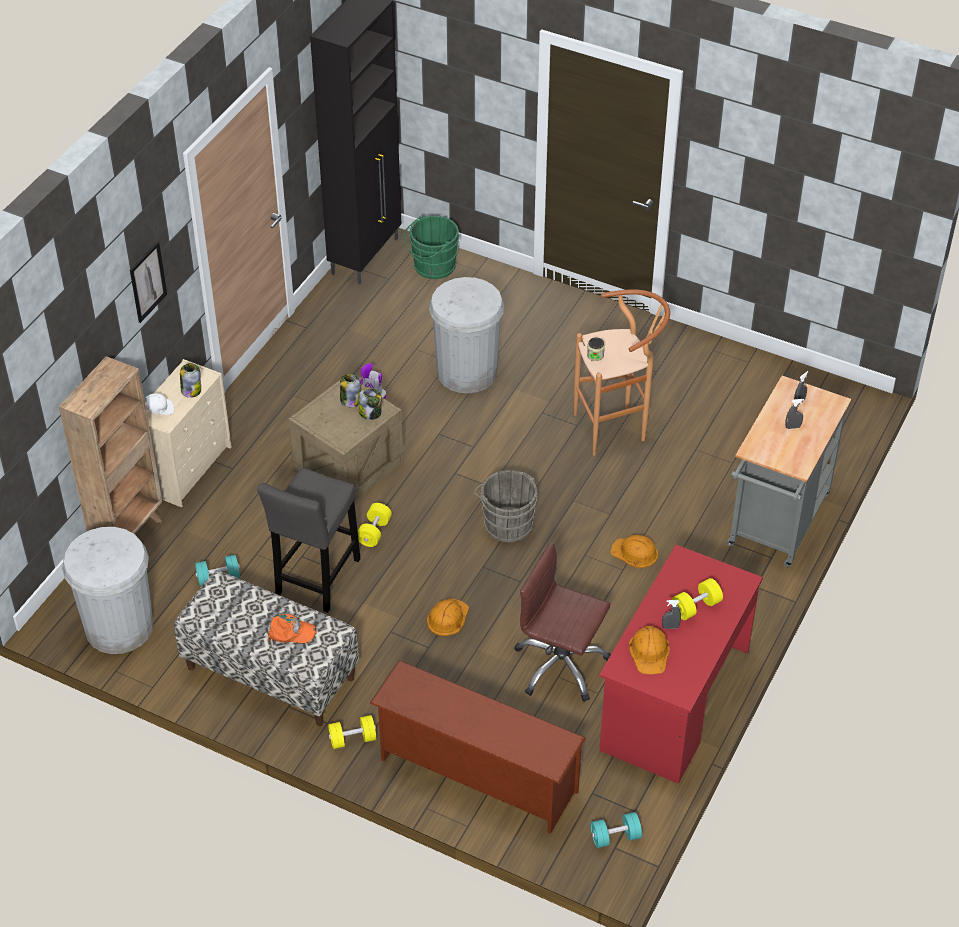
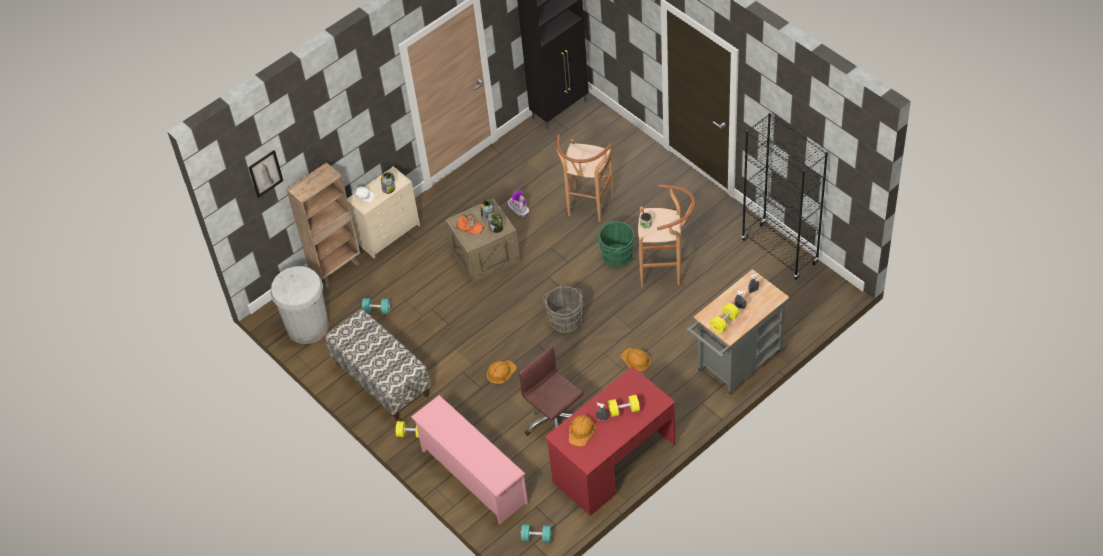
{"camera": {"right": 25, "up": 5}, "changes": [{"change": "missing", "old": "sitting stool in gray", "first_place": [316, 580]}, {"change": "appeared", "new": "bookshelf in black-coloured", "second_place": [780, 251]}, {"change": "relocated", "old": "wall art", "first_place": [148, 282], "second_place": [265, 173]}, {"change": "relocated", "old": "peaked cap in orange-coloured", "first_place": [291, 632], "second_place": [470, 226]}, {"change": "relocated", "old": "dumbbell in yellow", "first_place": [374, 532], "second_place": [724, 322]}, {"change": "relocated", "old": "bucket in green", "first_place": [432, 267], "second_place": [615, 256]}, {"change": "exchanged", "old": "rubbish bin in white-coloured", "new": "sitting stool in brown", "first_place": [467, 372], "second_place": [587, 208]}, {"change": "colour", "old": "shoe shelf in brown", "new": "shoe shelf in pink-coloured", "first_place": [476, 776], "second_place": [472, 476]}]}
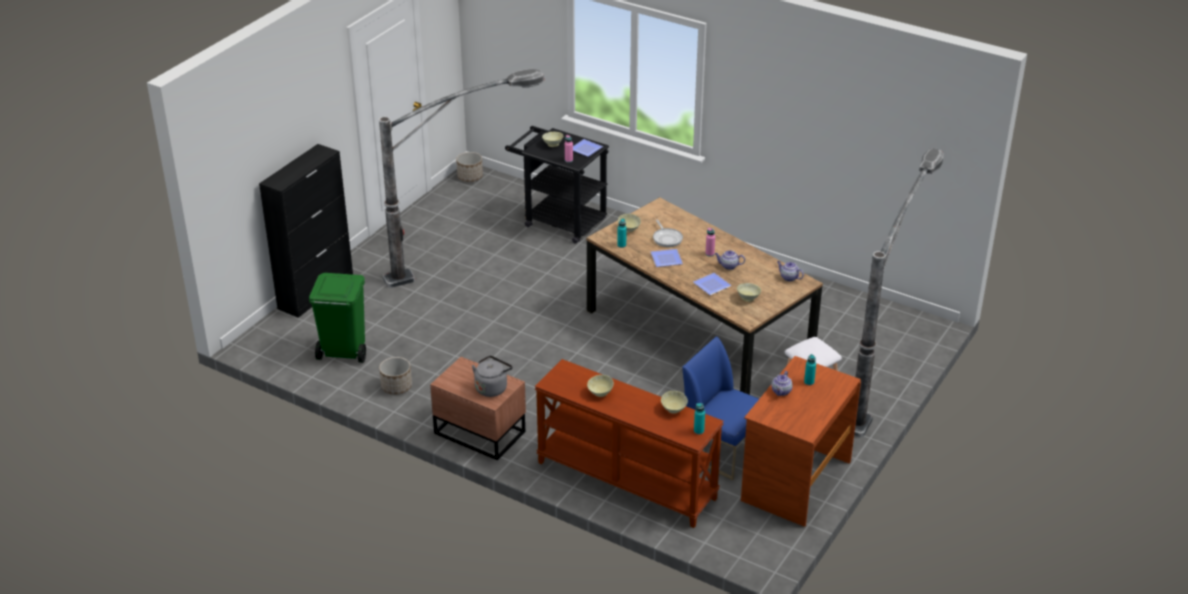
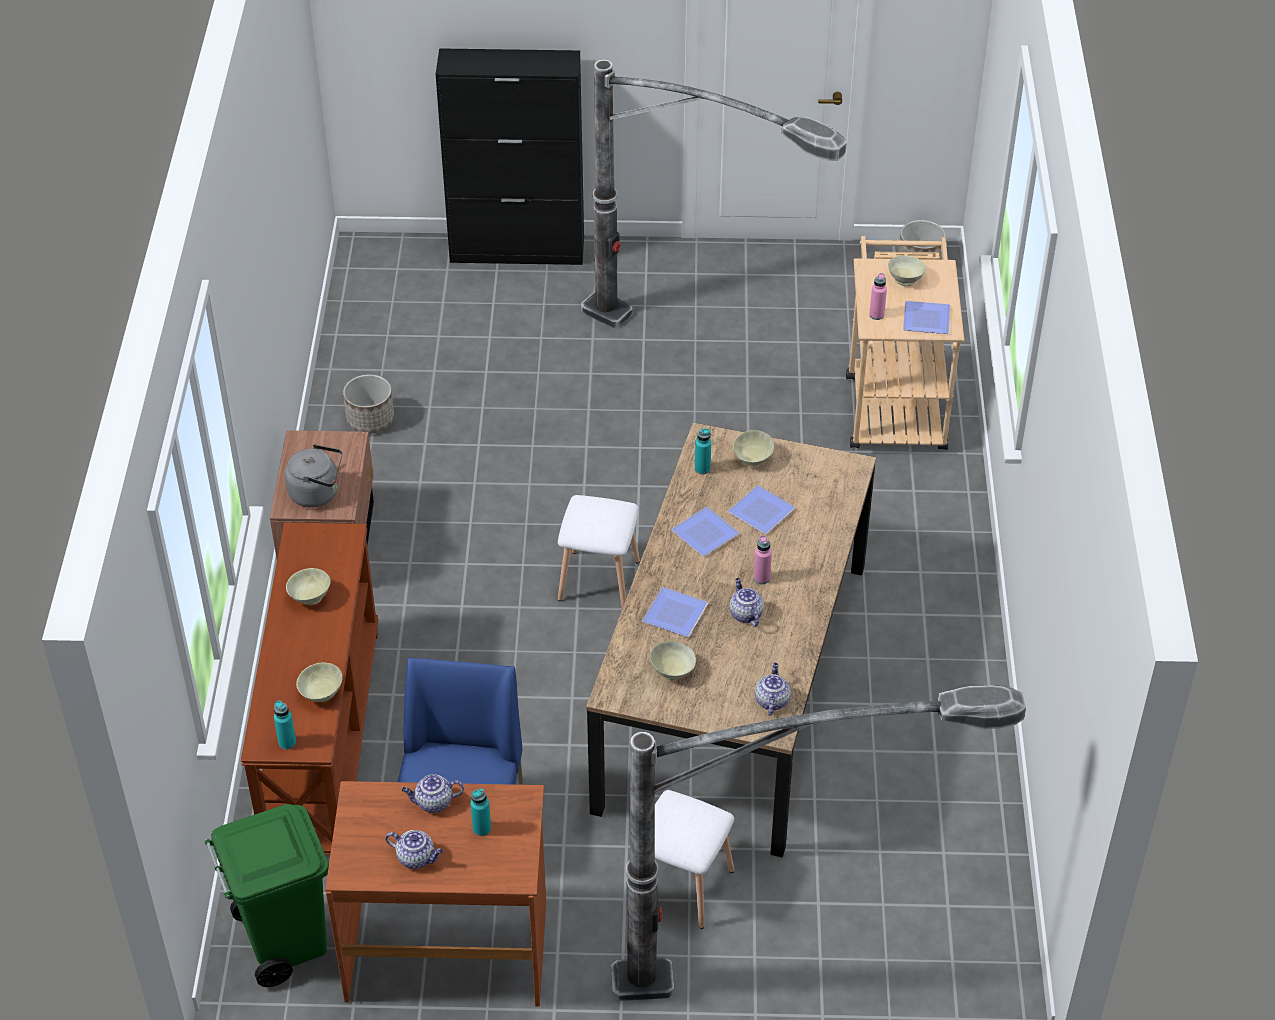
{"camera": {"right": 60, "up": 10}, "changes": [{"change": "appeared", "new": "tea pot", "second_place": [417, 858]}, {"change": "appeared", "new": "sitting stool in white-coloured", "second_place": [598, 579]}, {"change": "relocated", "old": "rubbish bin in green", "first_place": [343, 352], "second_place": [283, 940]}, {"change": "exchanged", "old": "frying pan", "new": "plate", "first_place": [667, 238], "second_place": [764, 512]}, {"change": "colour", "old": "trolley in black-coloured", "new": "trolley in beige-coloured", "first_place": [559, 220], "second_place": [894, 403]}]}
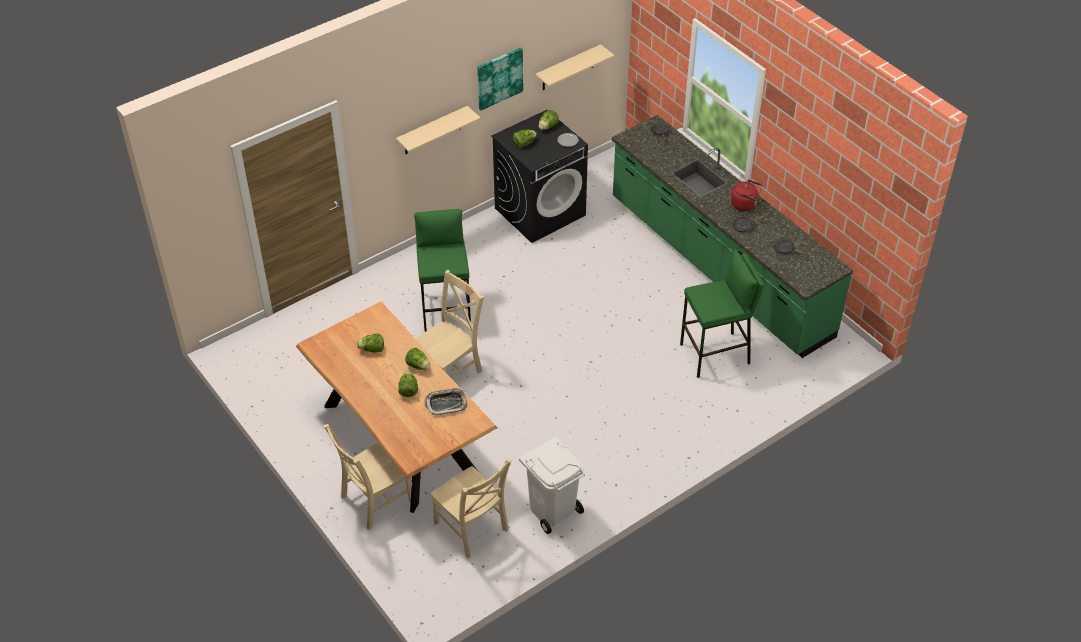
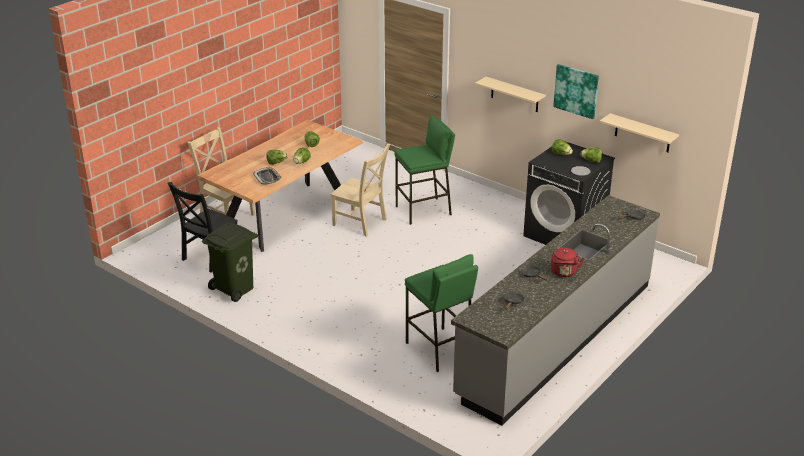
{"camera": {"right": 75, "up": -15}, "changes": [{"change": "colour", "old": "plain chair in beige-coloured", "new": "plain chair in black-coloured", "first_place": [472, 529], "second_place": [209, 257]}, {"change": "colour", "old": "rubbish bin in white-coloured", "new": "rubbish bin in green", "first_place": [553, 510], "second_place": [235, 289]}, {"change": "colour", "old": "counter in green", "new": "counter in gray", "first_place": [718, 267], "second_place": [556, 338]}]}
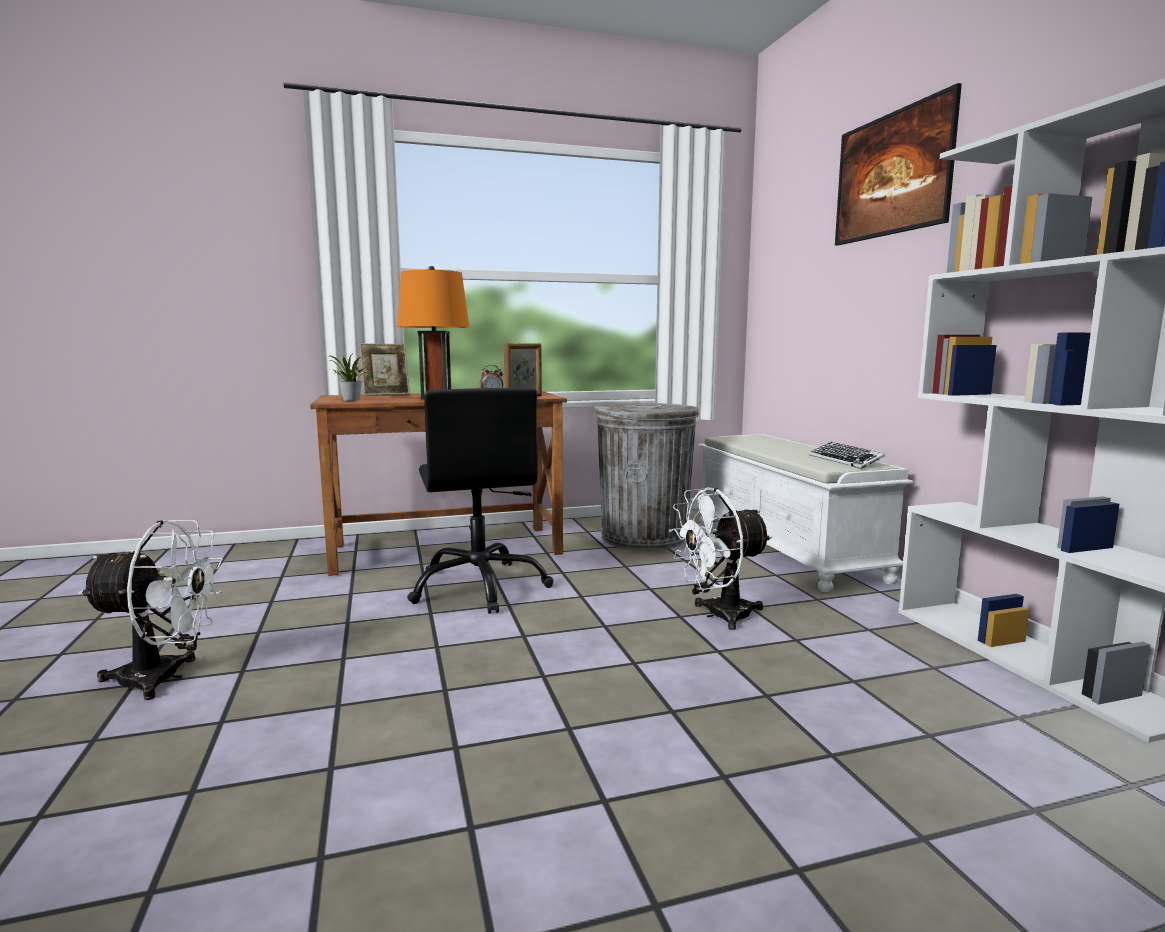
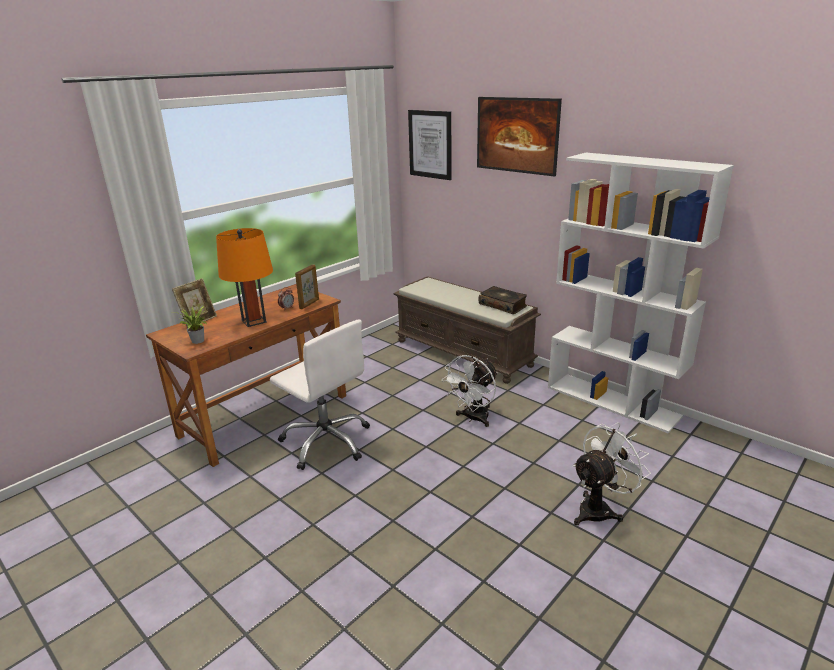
{"camera": {"right": -30, "up": 15}, "changes": [{"change": "missing", "old": "rubbish bin in gray", "first_place": [644, 537]}, {"change": "appeared", "new": "wall art", "second_place": [430, 144]}, {"change": "relocated", "old": "electric fan in white-coloured", "first_place": [165, 678], "second_place": [600, 509]}, {"change": "exchanged", "old": "computer keyboard", "new": "volume", "first_place": [845, 461], "second_place": [503, 305]}, {"change": "colour", "old": "desk chair in black-coloured", "new": "desk chair in white-coloured", "first_place": [480, 586], "second_place": [326, 441]}, {"change": "colour", "old": "long seat in white-coloured", "new": "long seat in brown", "first_place": [786, 549], "second_place": [464, 353]}]}
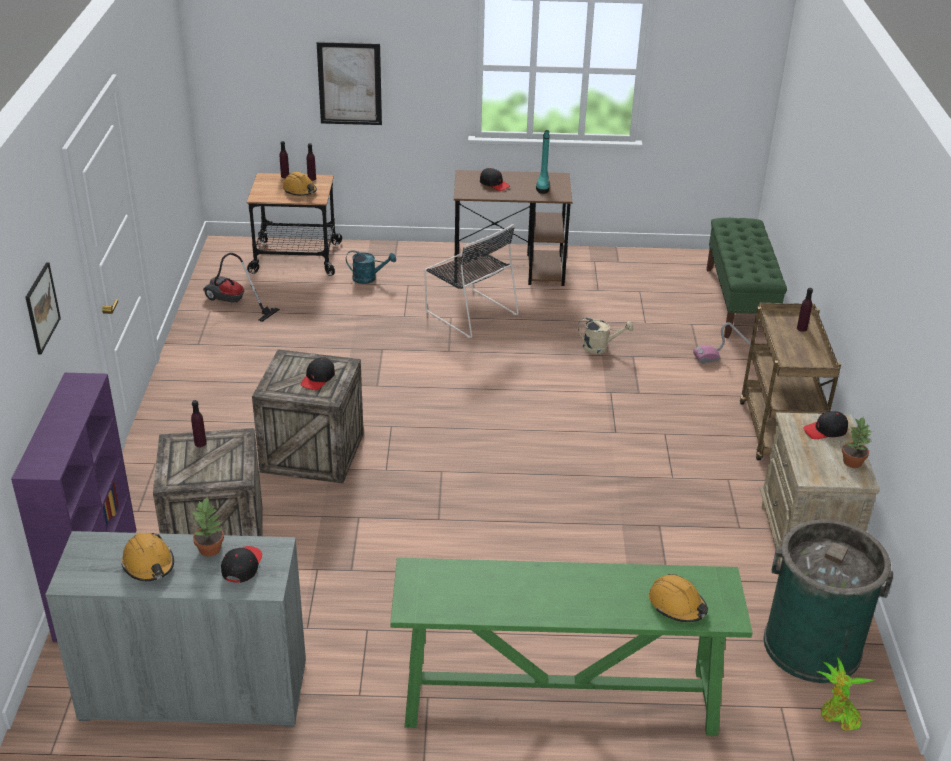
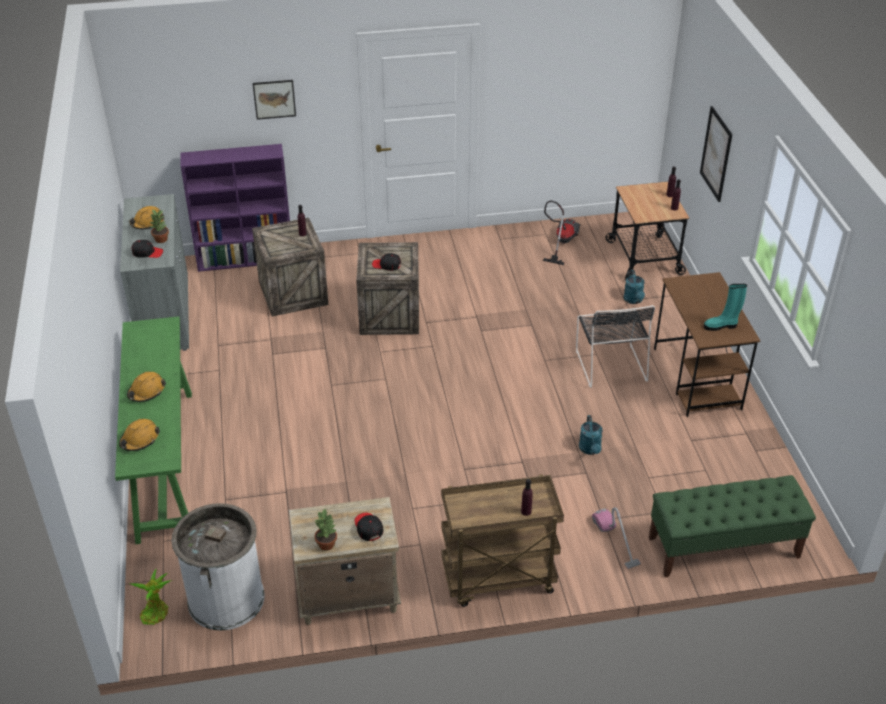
{"camera": {"right": 80, "up": 5}, "changes": [{"change": "missing", "old": "peaked cap in black-coloured", "first_place": [494, 184]}, {"change": "relocated", "old": "safety helmet in orange-coloured", "first_place": [300, 191], "second_place": [146, 391]}, {"change": "colour", "old": "watering can in beige-coloured", "new": "watering can in turquoise-coloured", "first_place": [600, 347], "second_place": [590, 450]}, {"change": "colour", "old": "rubbish bin in green", "new": "rubbish bin in white-coloured", "first_place": [812, 645], "second_place": [226, 598]}, {"change": "spun", "old": "plain chair in black-coloured", "first_place": [469, 312], "second_place": [610, 363], "degrees": -45}]}
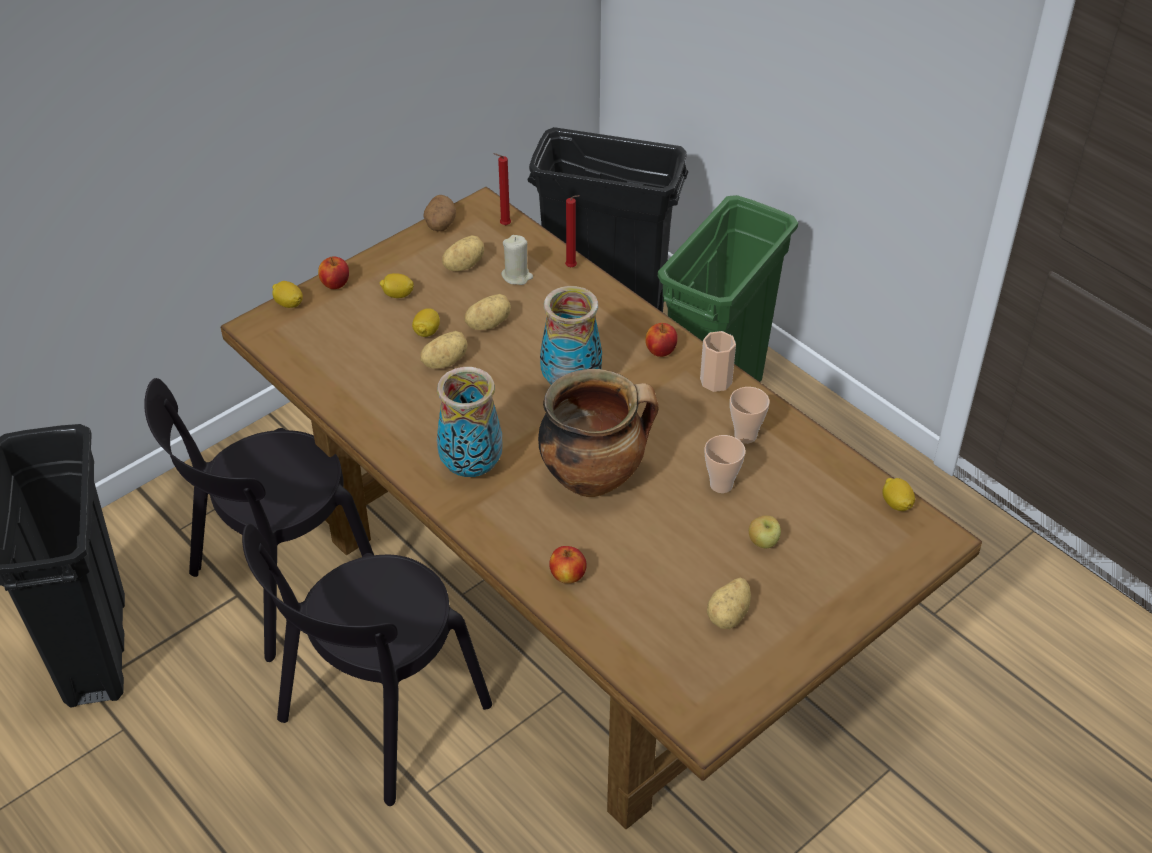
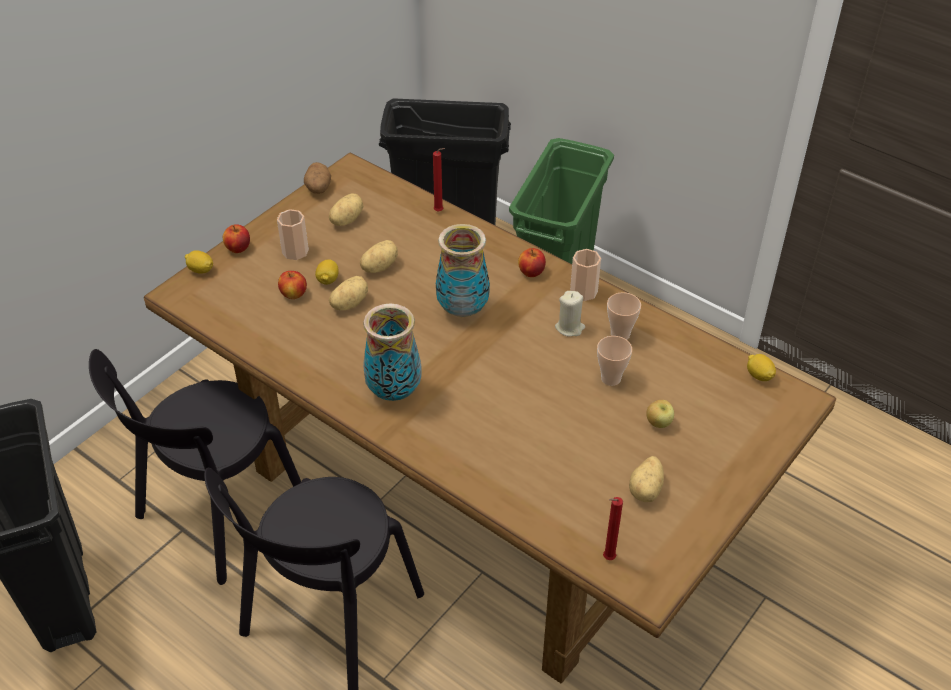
{"camera": {"right": -10, "up": 0}, "changes": [{"change": "missing", "old": "saucepot", "first_place": [594, 477]}, {"change": "relocated", "old": "wax light in red-coloured", "first_place": [503, 225], "second_place": [607, 558]}, {"change": "relocated", "old": "wax light in beige-coloured", "first_place": [517, 276], "second_place": [570, 327]}, {"change": "relocated", "old": "apple", "first_place": [568, 576], "second_place": [294, 294]}, {"change": "exchanged", "old": "citrus fruit", "new": "small cup", "first_place": [398, 295], "second_place": [295, 251]}]}
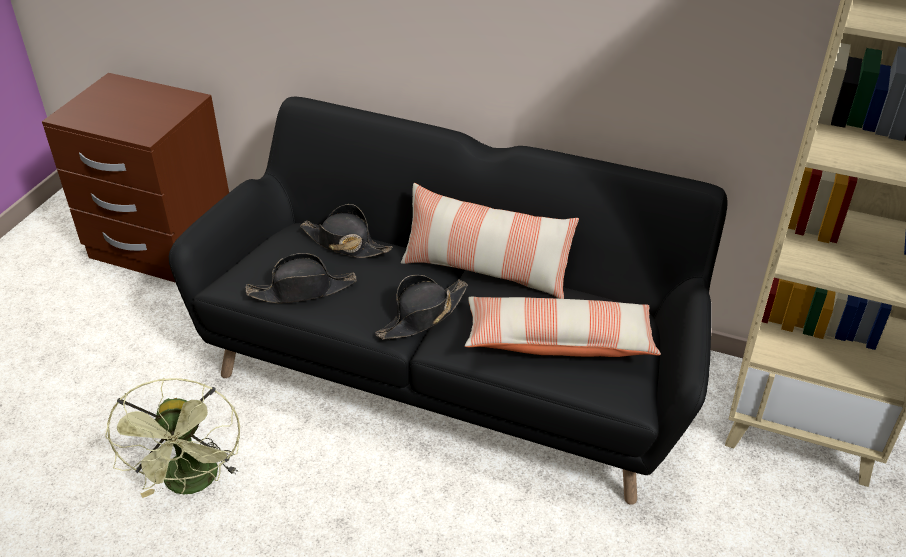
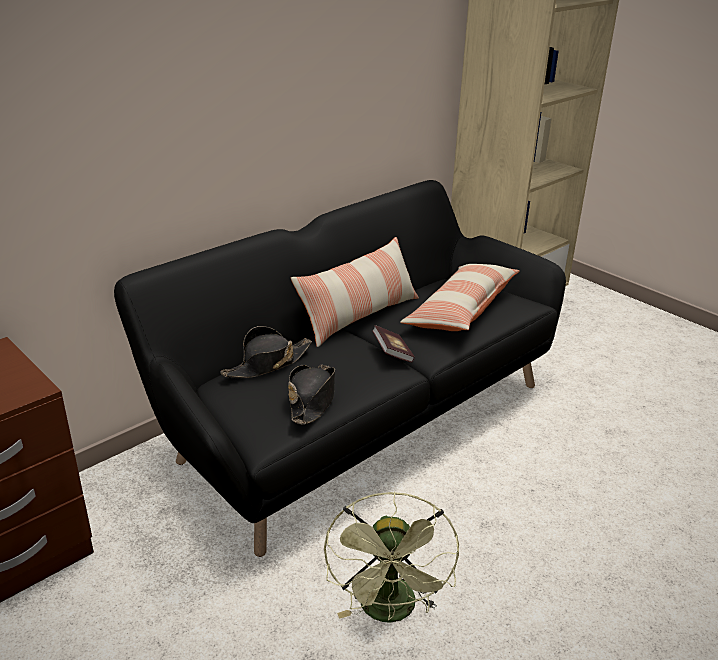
{"camera": {"right": -65, "up": -10}, "changes": [{"change": "exchanged", "old": "clothing hat in black-coloured", "new": "volume", "first_place": [422, 316], "second_place": [392, 353]}, {"change": "spun", "old": "electric fan in green", "first_place": [193, 483], "second_place": [390, 612], "degrees": 75}]}
